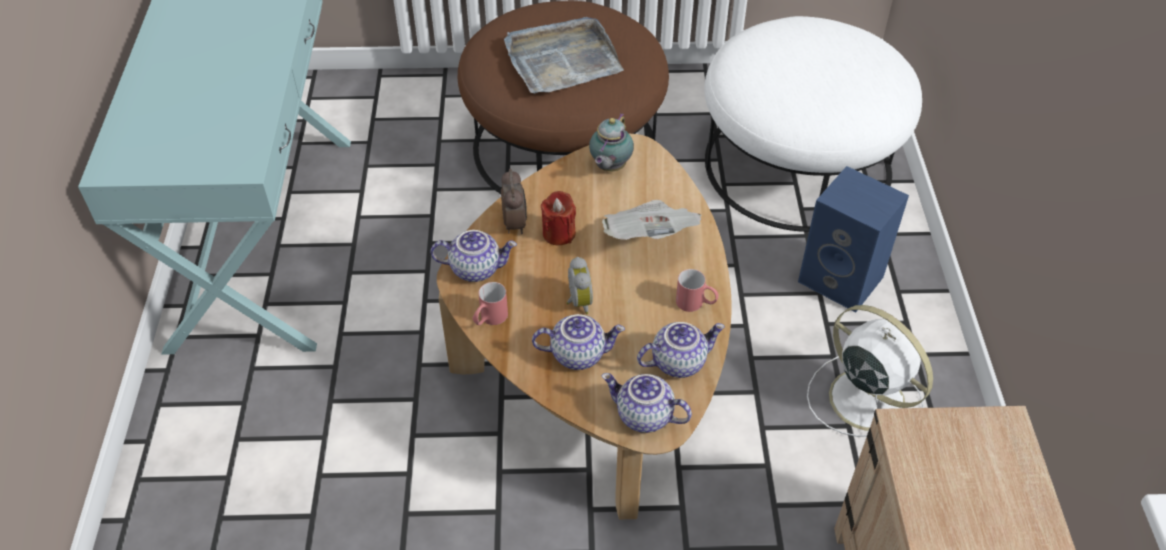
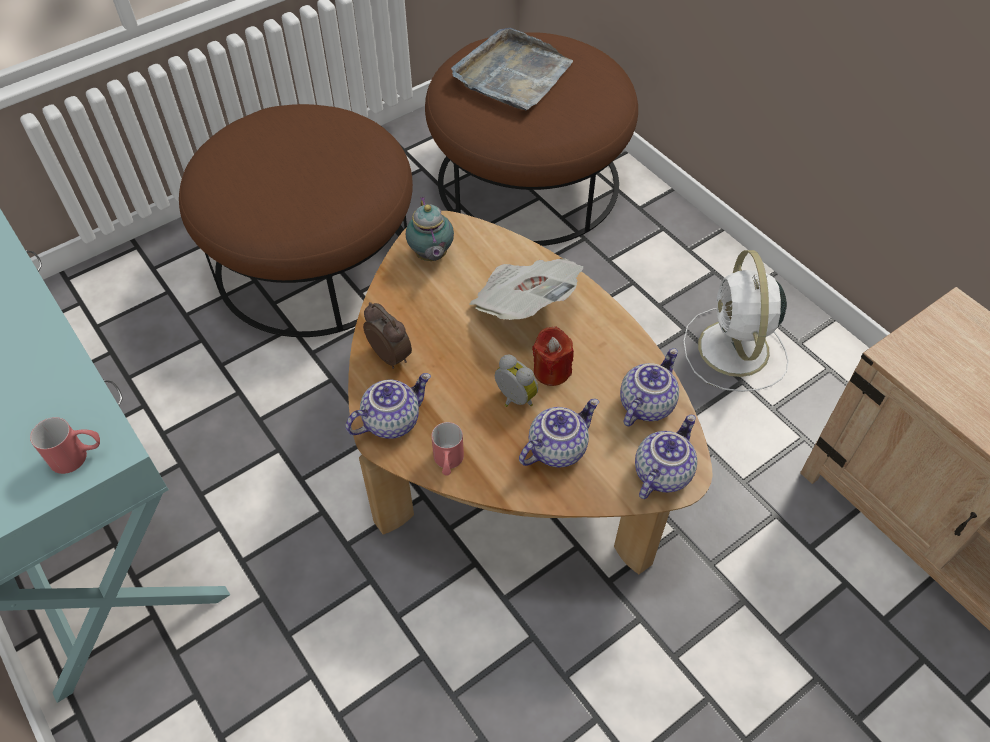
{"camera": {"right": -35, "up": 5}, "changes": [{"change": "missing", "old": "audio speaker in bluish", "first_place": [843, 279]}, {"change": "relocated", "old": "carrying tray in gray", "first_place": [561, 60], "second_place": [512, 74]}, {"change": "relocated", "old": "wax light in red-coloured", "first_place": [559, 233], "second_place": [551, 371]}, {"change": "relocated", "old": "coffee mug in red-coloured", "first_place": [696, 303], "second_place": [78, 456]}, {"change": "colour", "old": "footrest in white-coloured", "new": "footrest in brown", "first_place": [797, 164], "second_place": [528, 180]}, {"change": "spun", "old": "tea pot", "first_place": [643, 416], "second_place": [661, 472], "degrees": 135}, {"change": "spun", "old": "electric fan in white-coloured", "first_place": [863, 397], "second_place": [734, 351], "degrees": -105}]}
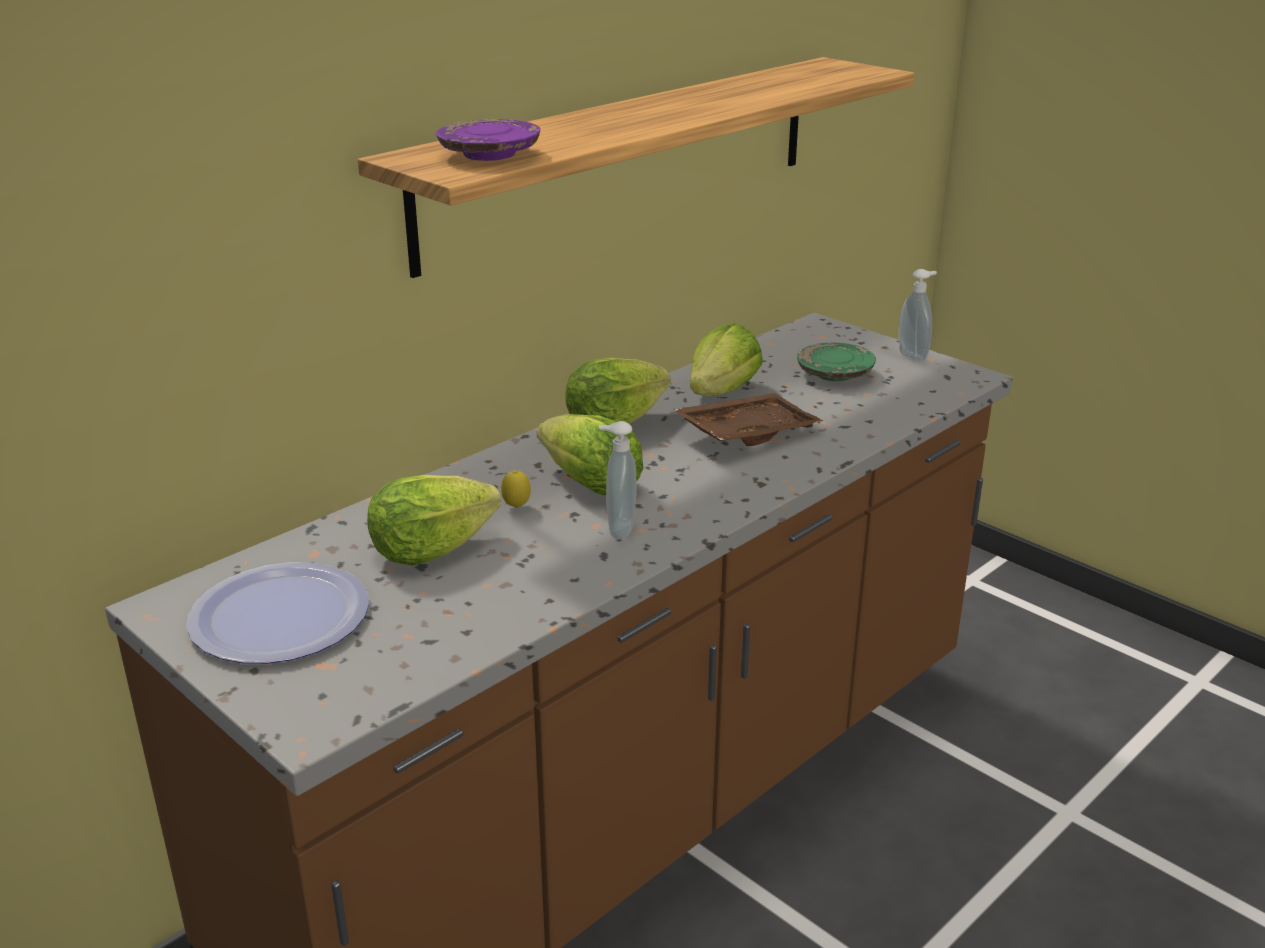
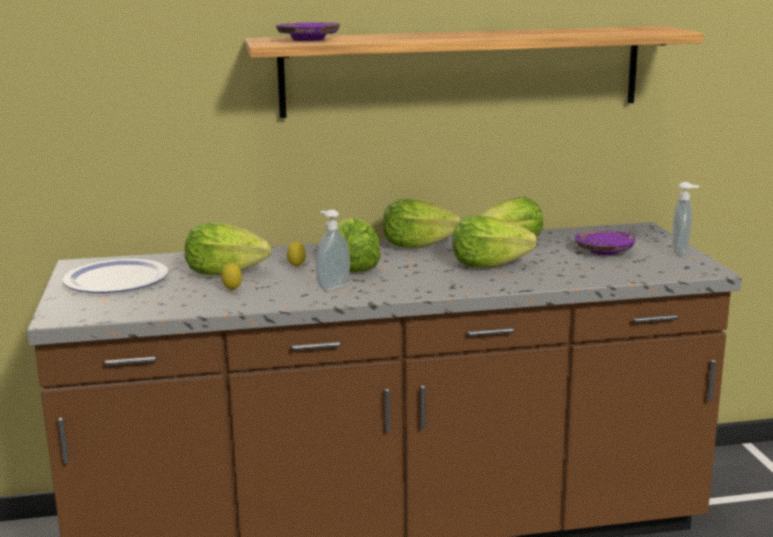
{"camera": {"right": 35, "up": -10}, "changes": [{"change": "appeared", "new": "citrus fruit", "second_place": [232, 290]}, {"change": "exchanged", "old": "carrying tray in brown", "new": "head of lettuce", "first_place": [746, 433], "second_place": [488, 265]}, {"change": "colour", "old": "plate in green", "new": "plate in purplish", "first_place": [834, 374], "second_place": [604, 251]}]}
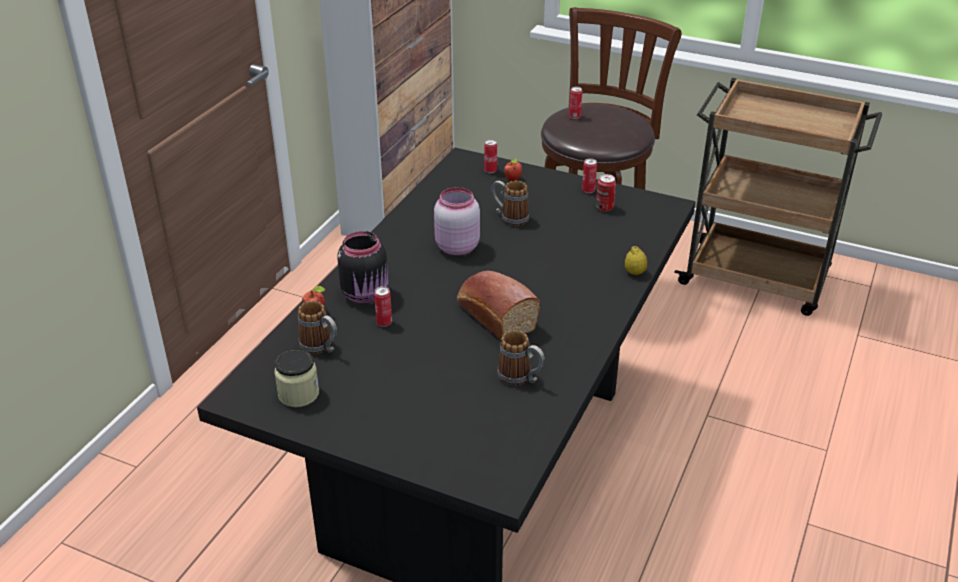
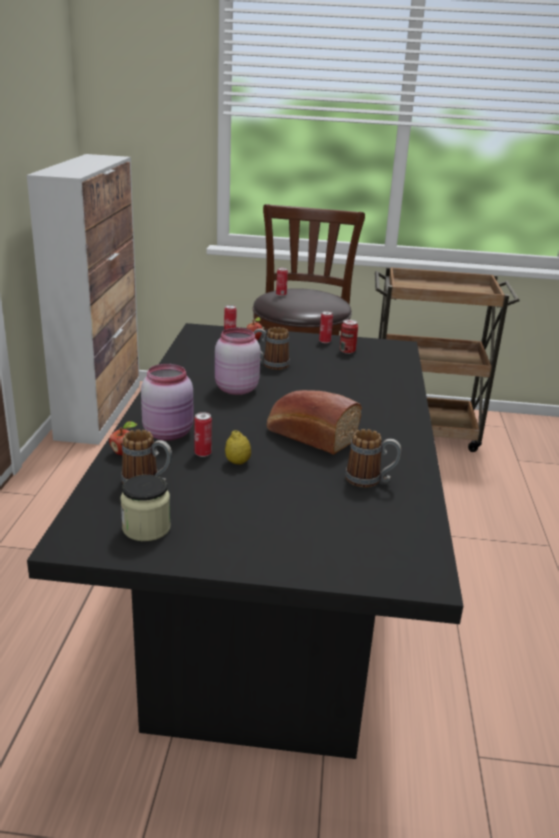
{"camera": {"right": -20, "up": -10}, "changes": [{"change": "relocated", "old": "citrus fruit", "first_place": [635, 272], "second_place": [237, 462]}, {"change": "colour", "old": "jar in black-coloured", "new": "jar in pink-coloured", "first_place": [366, 294], "second_place": [169, 433]}]}
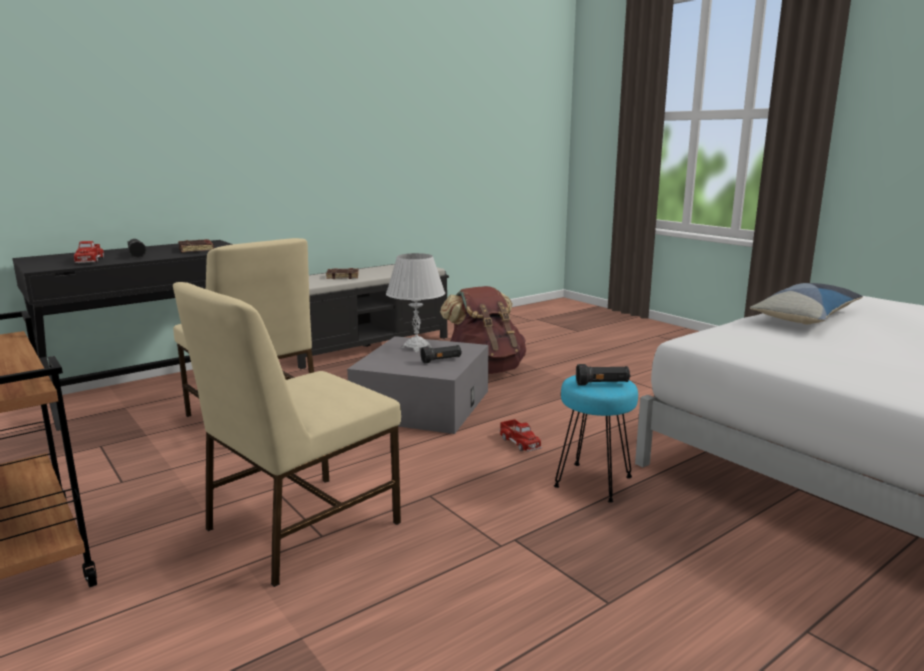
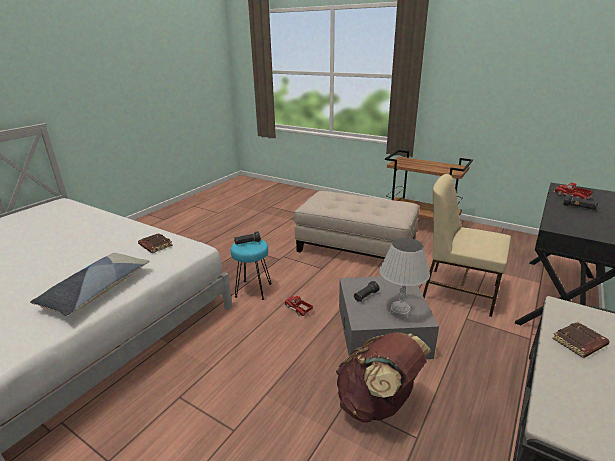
{"camera": {"right": 160, "up": 10}, "changes": [{"change": "relocated", "old": "volume in brown", "first_place": [197, 249], "second_place": [155, 245]}, {"change": "exchanged", "old": "plain chair in beige-coloured", "new": "footrest in beige-coloured", "first_place": [299, 526], "second_place": [356, 248]}]}
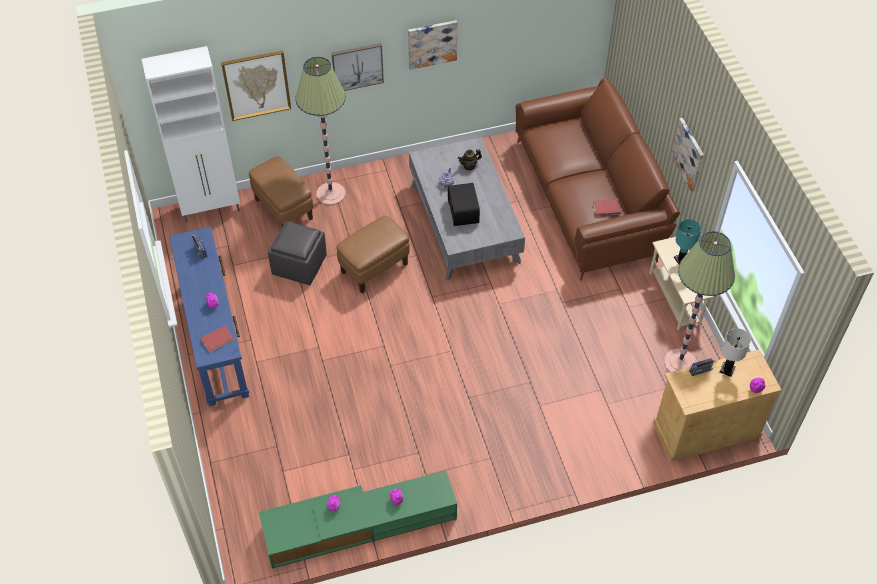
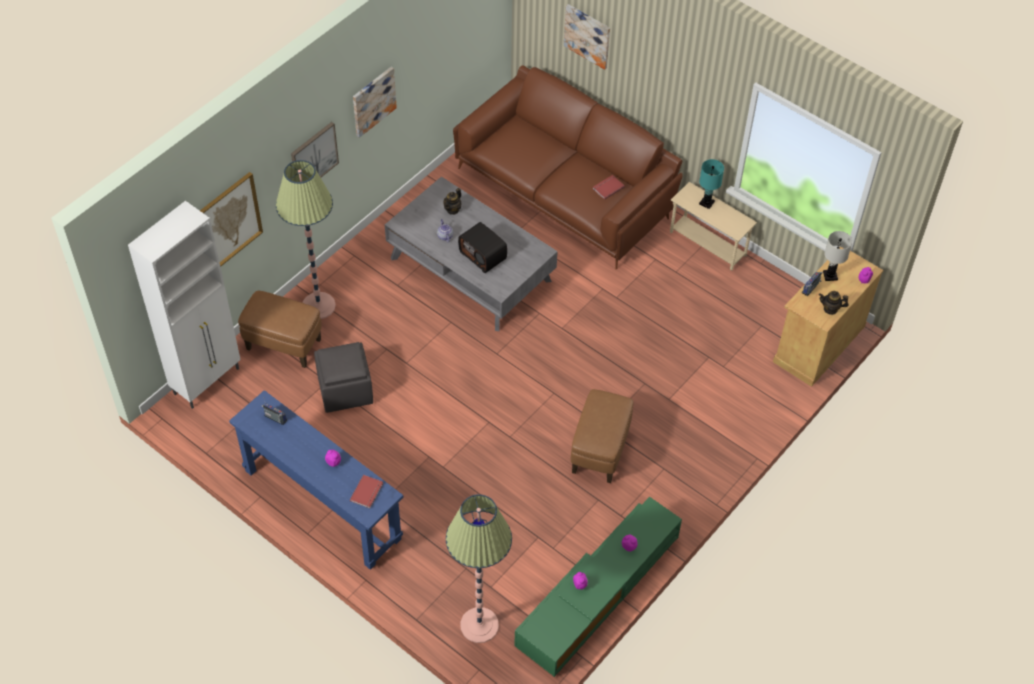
{"camera": {"right": -35, "up": 0}, "changes": [{"change": "appeared", "new": "tea pot", "second_place": [830, 309]}, {"change": "relocated", "old": "footrest in brown", "first_place": [374, 268], "second_place": [600, 451]}, {"change": "relocated", "old": "standing lamp", "first_place": [680, 363], "second_place": [479, 625]}, {"change": "relocated", "old": "wall art", "first_place": [688, 154], "second_place": [587, 35]}]}
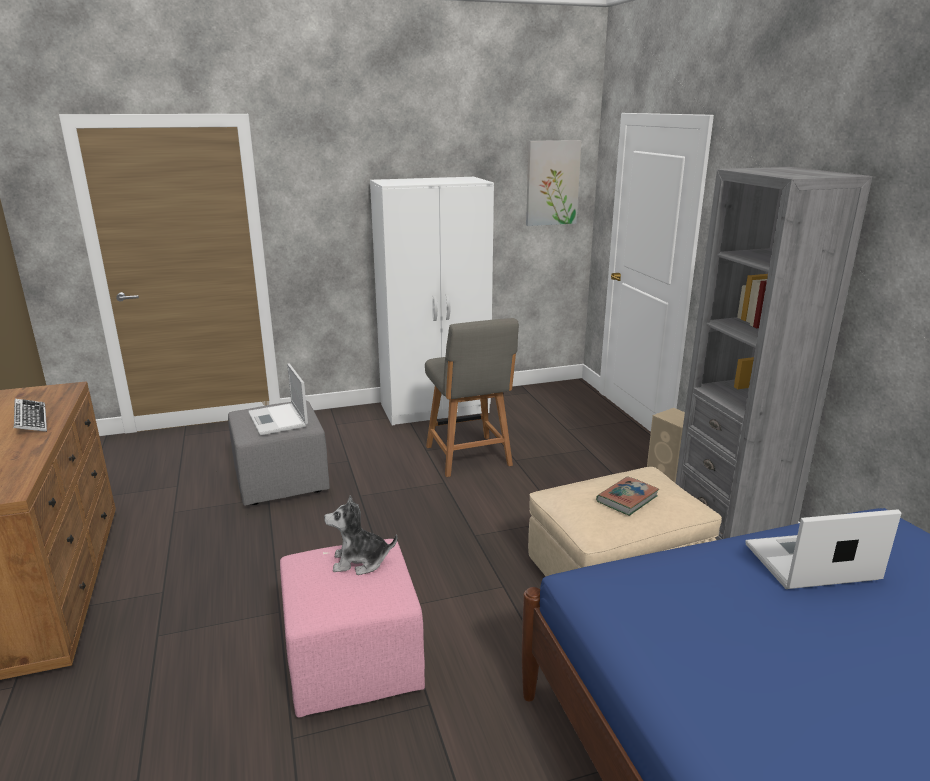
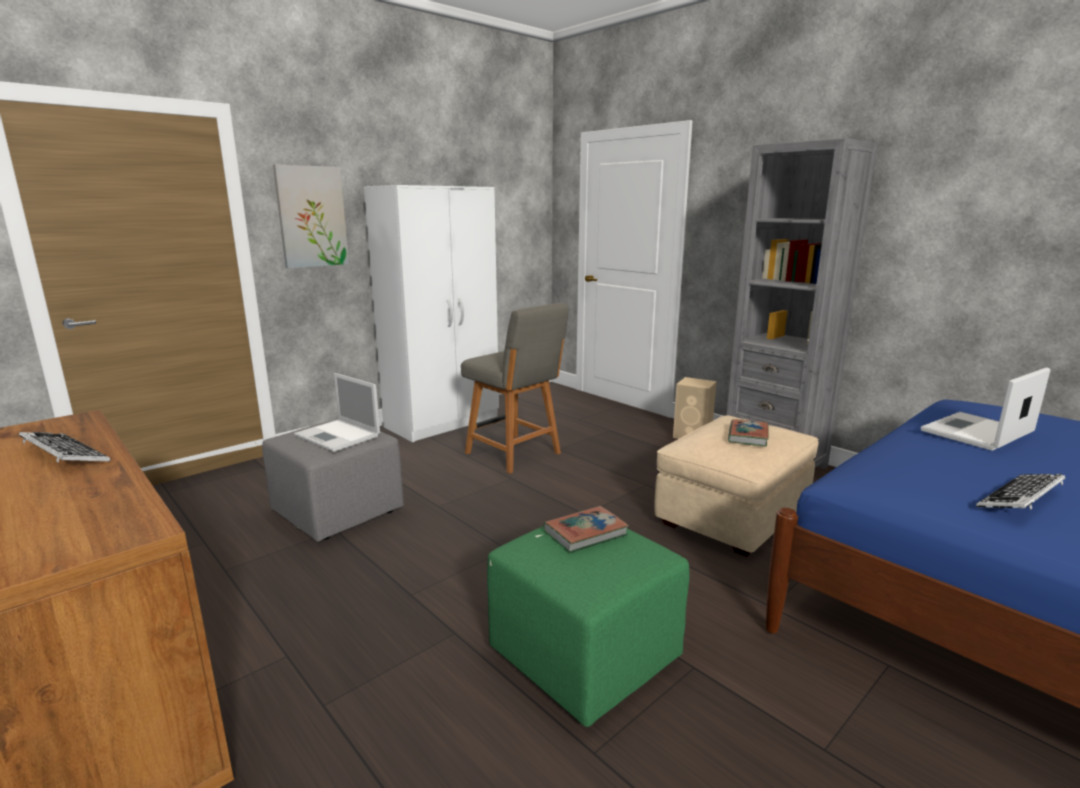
{"camera": {"right": -25, "up": -5}, "changes": [{"change": "appeared", "new": "computer keyboard", "second_place": [1020, 499]}, {"change": "relocated", "old": "wall art", "first_place": [552, 183], "second_place": [311, 217]}, {"change": "exchanged", "old": "soft toy", "new": "volume", "first_place": [360, 561], "second_place": [585, 533]}, {"change": "colour", "old": "footrest in pink-coloured", "new": "footrest in green", "first_place": [352, 662], "second_place": [582, 656]}]}
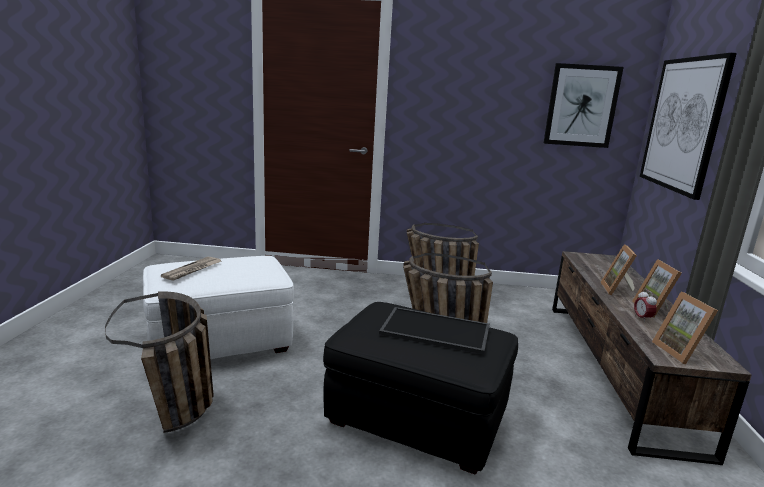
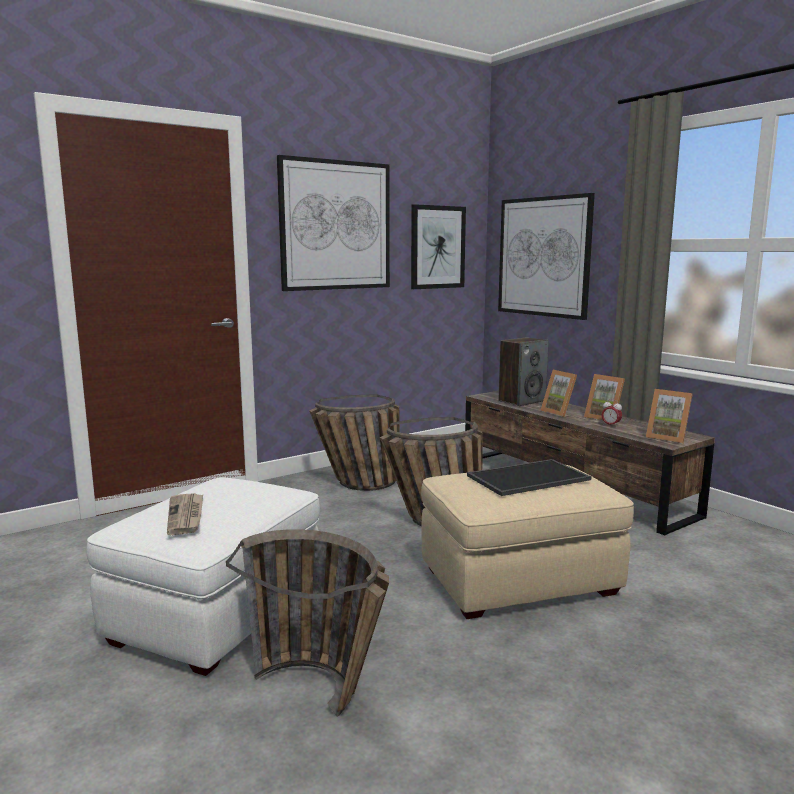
{"camera": {"right": -40, "up": -5}, "changes": [{"change": "appeared", "new": "wall art", "second_place": [335, 225]}, {"change": "appeared", "new": "audio speaker", "second_place": [522, 401]}, {"change": "colour", "old": "footrest in black-coloured", "new": "footrest in beige-coloured", "first_place": [418, 419], "second_place": [520, 581]}]}
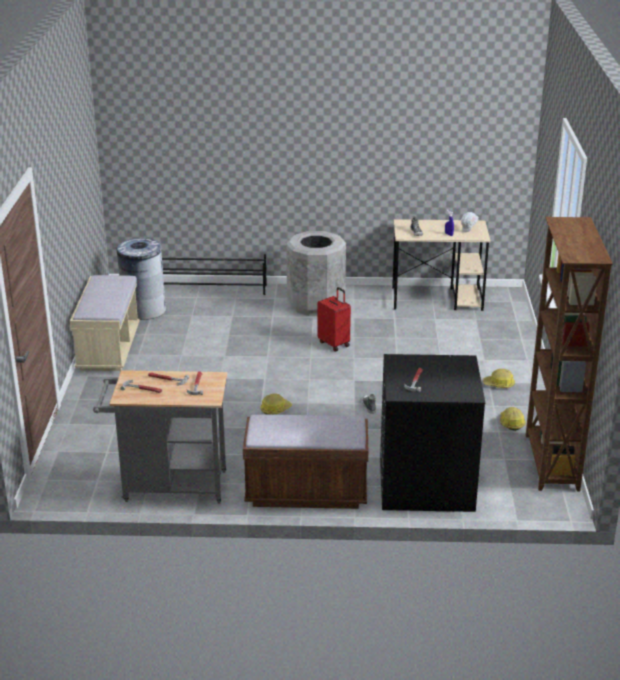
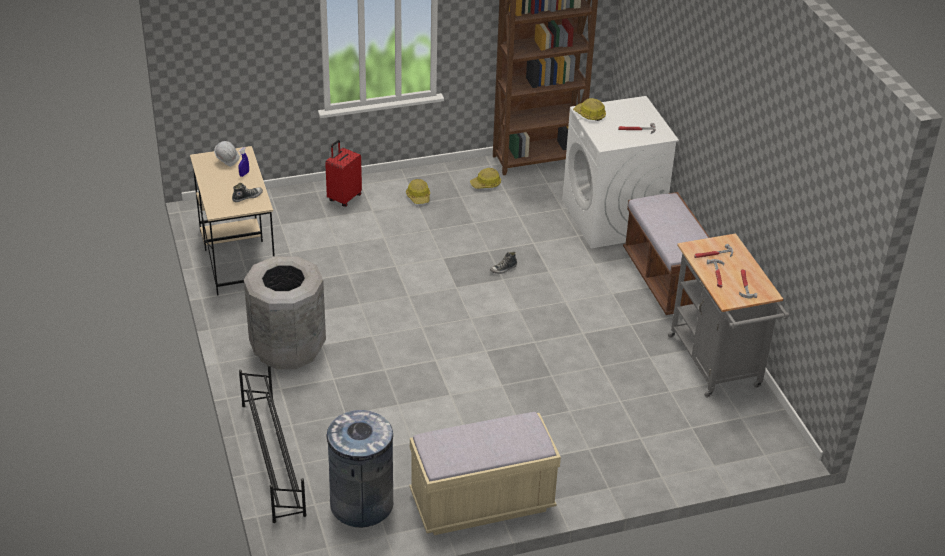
{"camera": {"right": -110, "up": 10}, "changes": [{"change": "relocated", "old": "safety helmet", "first_place": [275, 409], "second_place": [589, 115]}, {"change": "relocated", "old": "piece of luggage in red-coloured", "first_place": [334, 344], "second_place": [344, 198]}, {"change": "colour", "old": "laundry appliance in black-coloured", "new": "laundry appliance in white-coloured", "first_place": [425, 485], "second_place": [612, 219]}]}
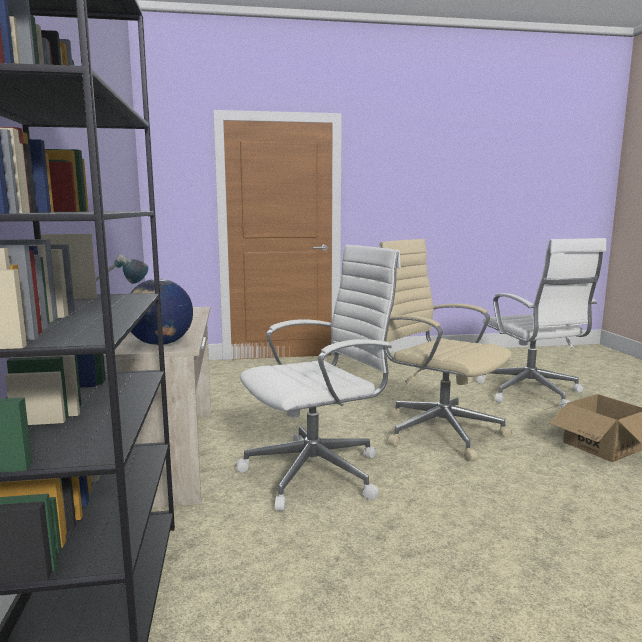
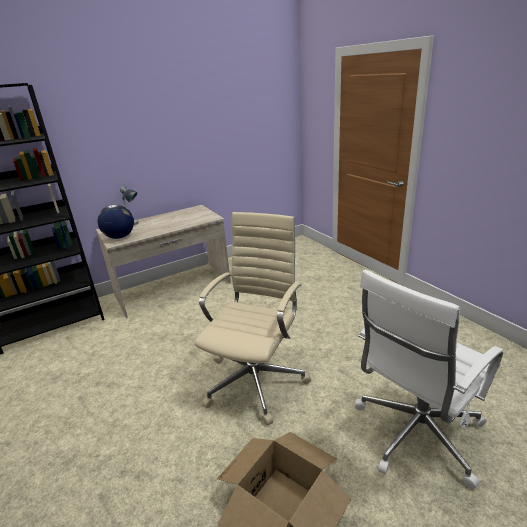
{"camera": {"right": 70, "up": 15}, "changes": [{"change": "missing", "old": "desk chair in white-coloured", "first_place": [318, 472]}]}
